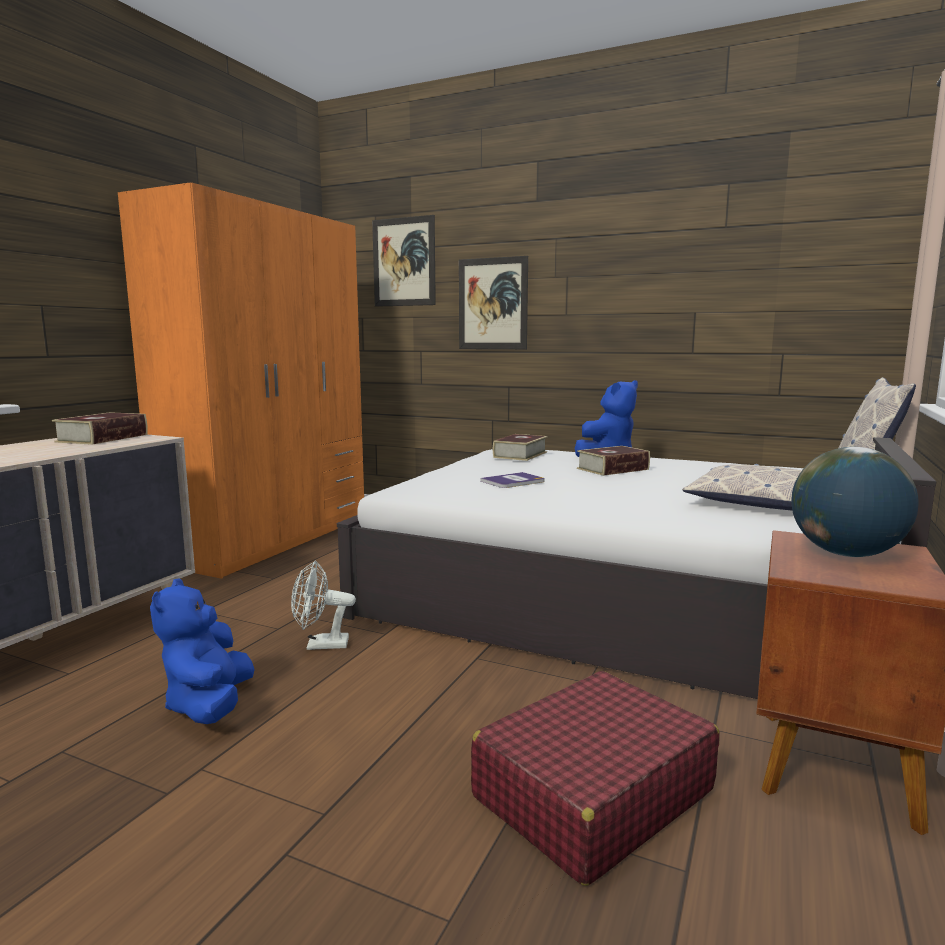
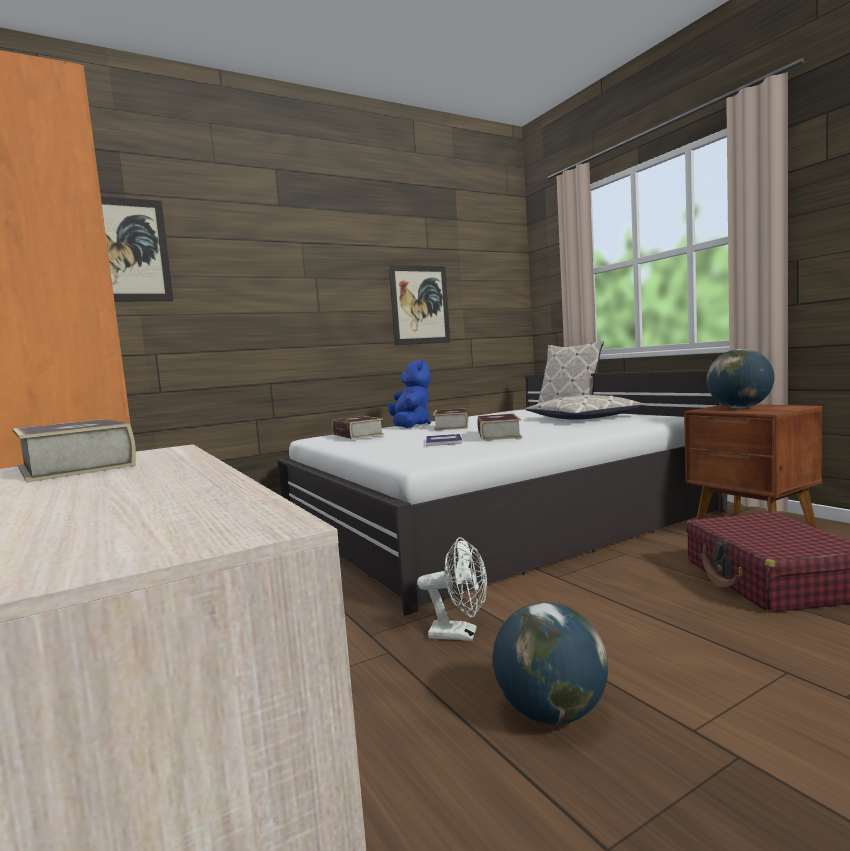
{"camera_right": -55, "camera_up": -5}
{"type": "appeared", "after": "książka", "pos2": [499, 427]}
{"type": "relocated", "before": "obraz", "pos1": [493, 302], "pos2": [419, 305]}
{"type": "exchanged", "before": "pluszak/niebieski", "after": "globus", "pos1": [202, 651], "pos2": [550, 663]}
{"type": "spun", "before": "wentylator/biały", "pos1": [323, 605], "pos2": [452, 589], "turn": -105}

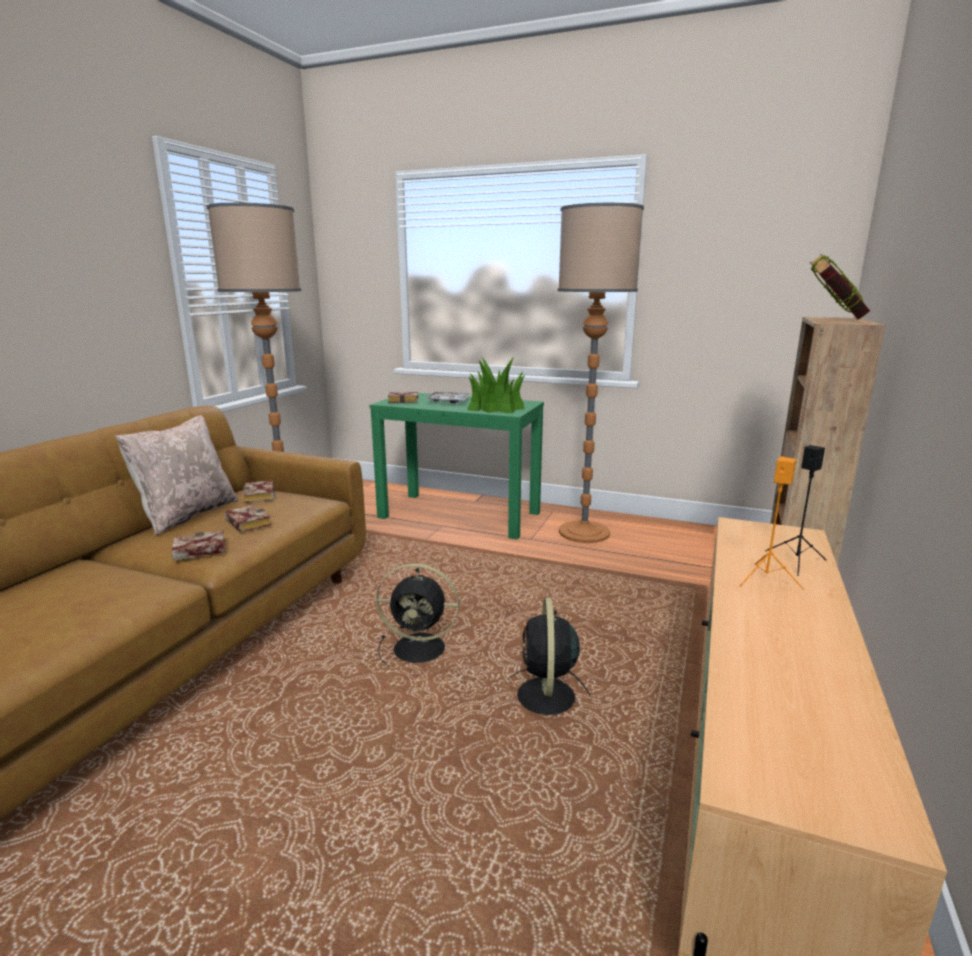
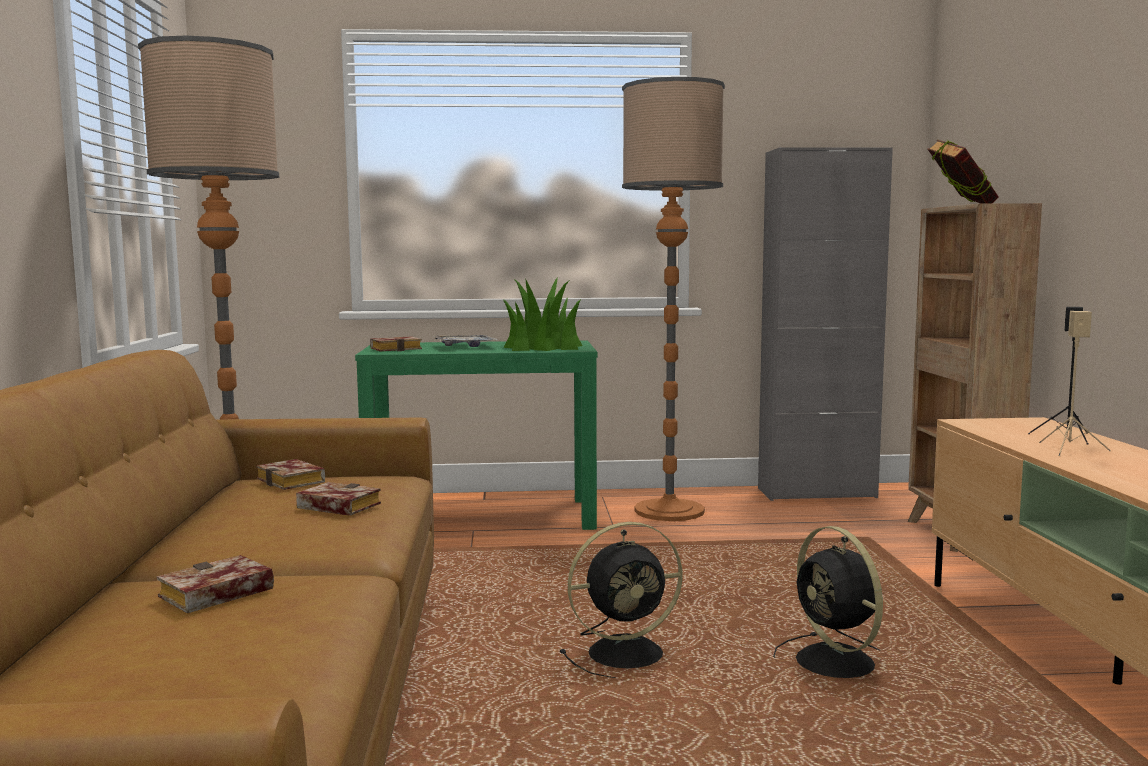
{"camera_right": -25, "camera_up": -10}
{"type": "missing", "before": "poduszka/beżowy", "pos1": [176, 475]}
{"type": "appeared", "after": "szafka/szary", "pos2": [825, 324]}
{"type": "relocated", "before": "książka", "pos1": [198, 545], "pos2": [215, 584]}
{"type": "colour", "before": "głośnik/pomarańczowy", "after": "głośnik/beżowy", "pos1": [772, 523], "pos2": [1075, 383]}

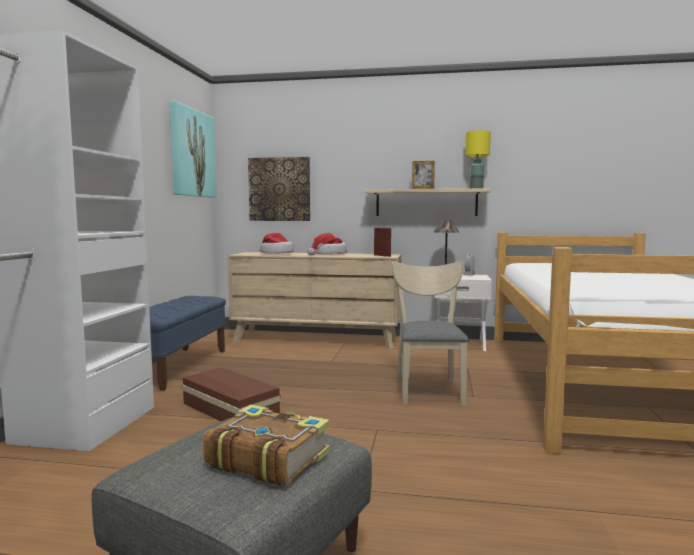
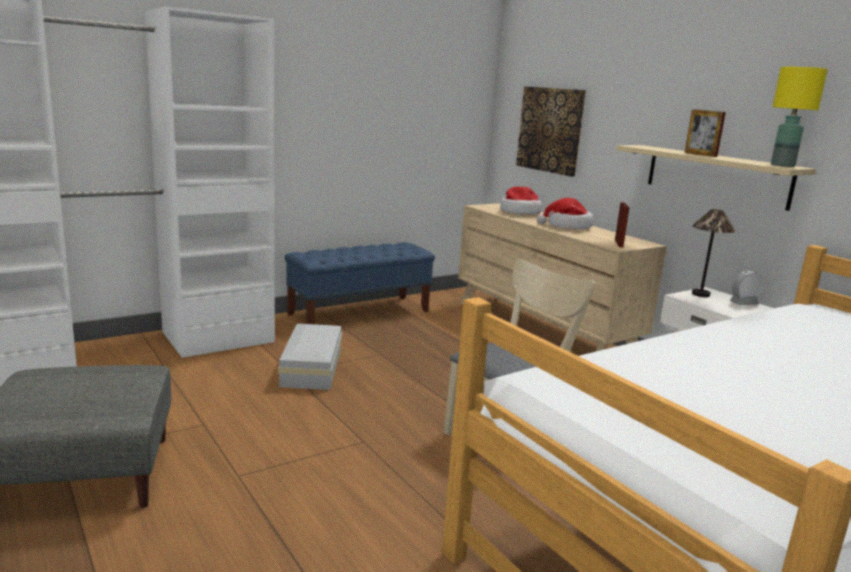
{"camera_right": 45, "camera_up": 10}
{"type": "missing", "before": "obraz", "pos1": [193, 149]}
{"type": "missing", "before": "książka", "pos1": [266, 445]}
{"type": "colour", "before": "pojemnik do przechowywania/brązowy", "after": "pojemnik do przechowywania/biały", "pos1": [231, 394], "pos2": [310, 357]}

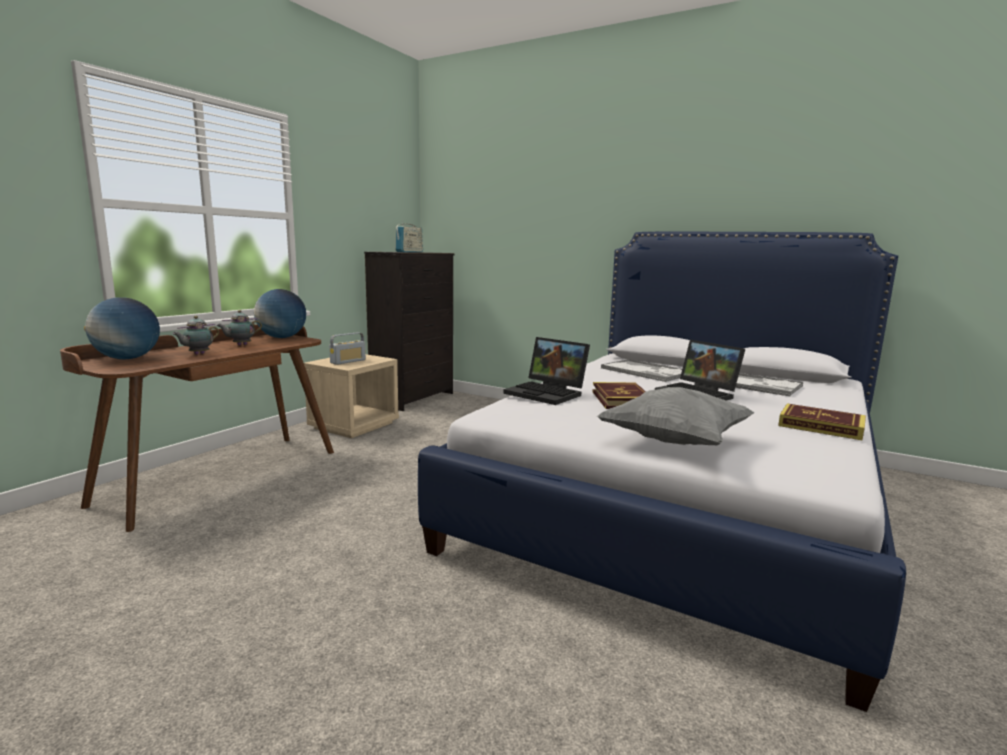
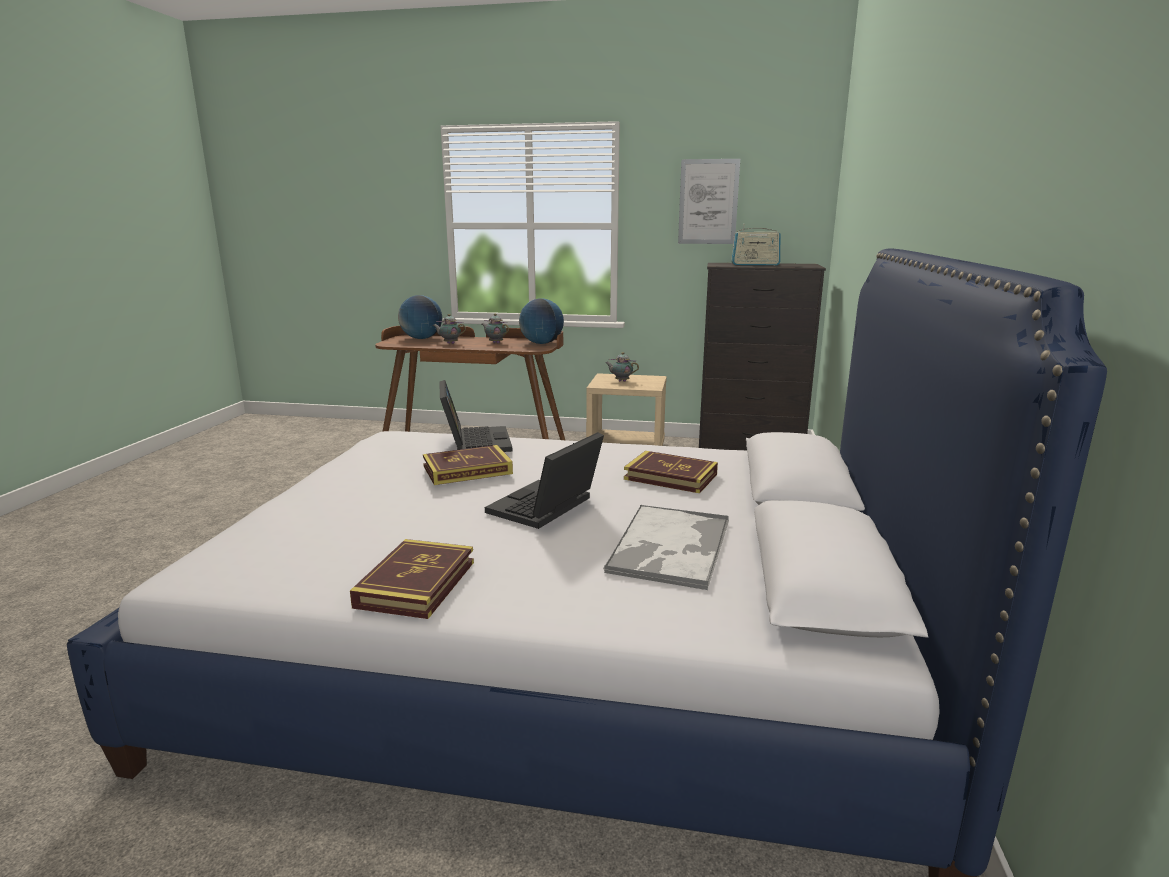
{"camera_right": 70, "camera_up": 5}
{"type": "missing", "before": "poduszka/szary", "pos1": [675, 416]}
{"type": "appeared", "after": "obraz", "pos2": [709, 201]}
{"type": "exchanged", "before": "radio", "after": "imbryk", "pos1": [347, 348], "pos2": [622, 367]}
{"type": "exchanged", "before": "taca", "after": "książka", "pos1": [641, 370], "pos2": [671, 472]}
{"type": "spun", "before": "laptop", "pos1": [546, 371], "pos2": [475, 416], "turn": 150}

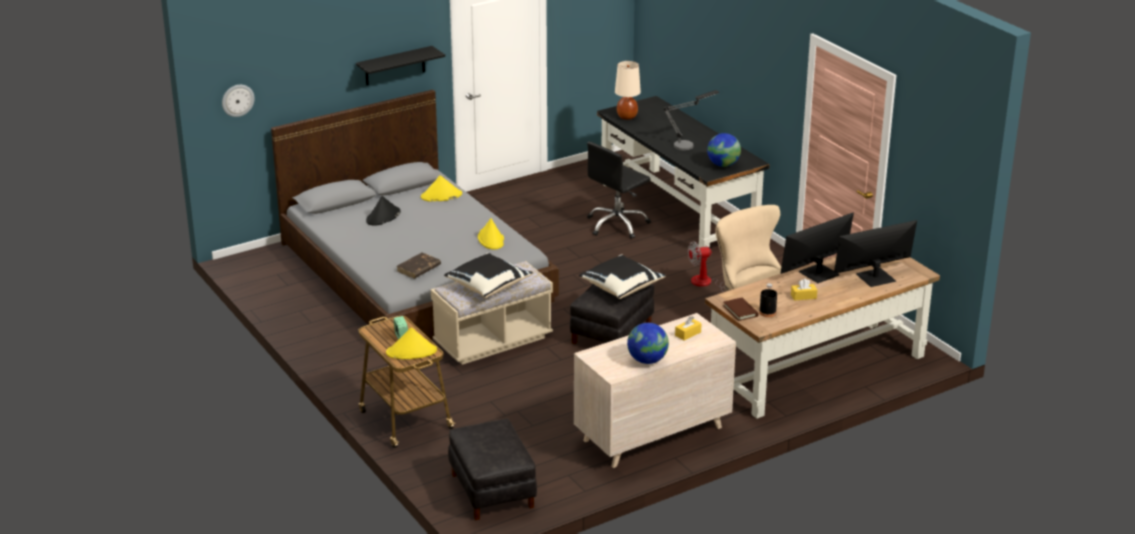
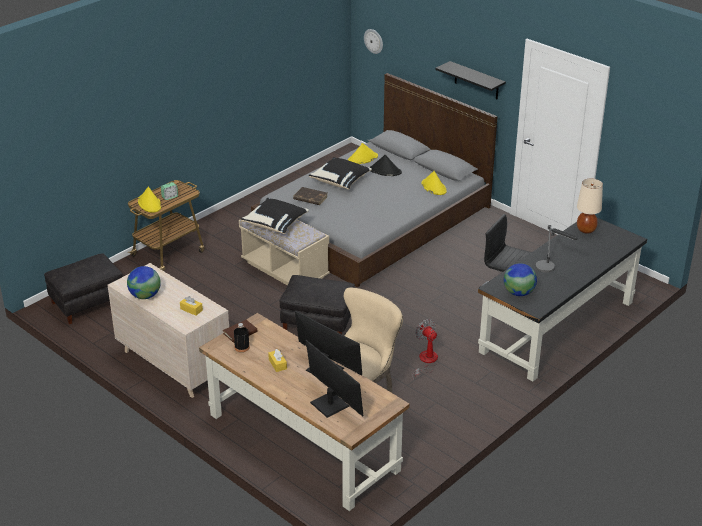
{"camera_right": 75, "camera_up": 5}
{"type": "relocated", "before": "kapelusz/żółty", "pos1": [491, 233], "pos2": [363, 153]}
{"type": "relocated", "before": "poduszka/czarny", "pos1": [622, 277], "pos2": [340, 173]}

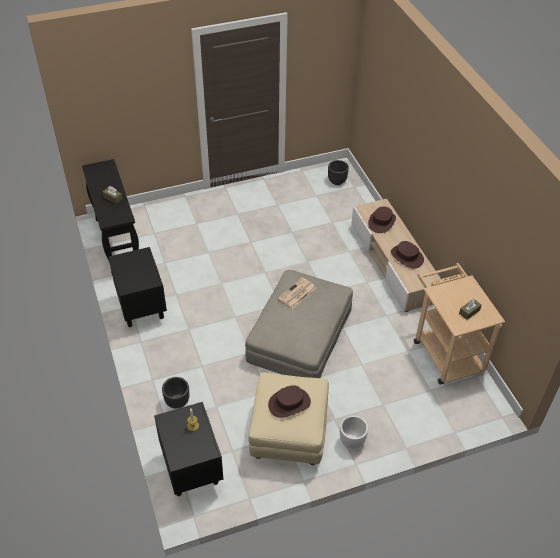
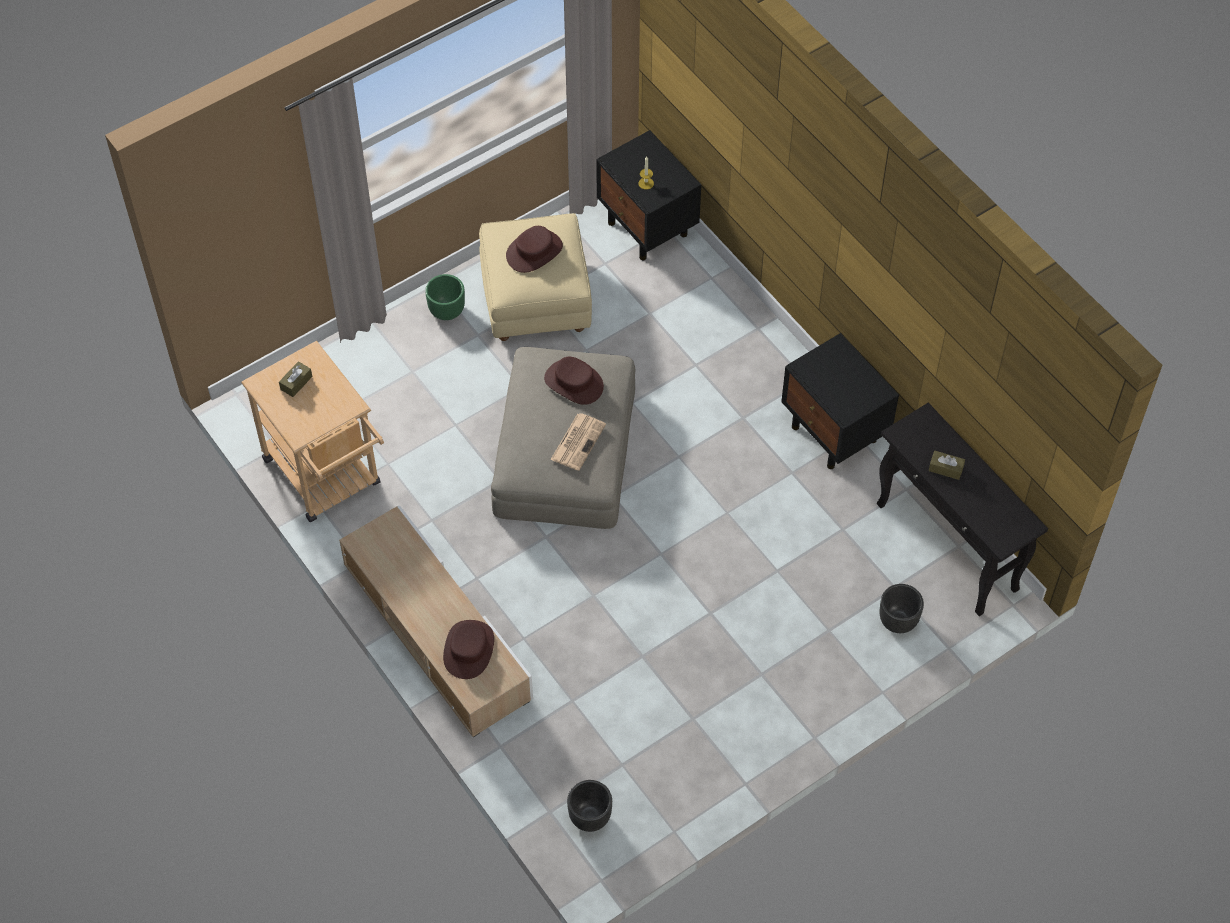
{"camera_right": 165, "camera_up": 10}
{"type": "relocated", "before": "donica/czarny", "pos1": [175, 393], "pos2": [902, 608]}
{"type": "relocated", "before": "kapelusz/brązowy", "pos1": [407, 255], "pos2": [574, 381]}
{"type": "colour", "before": "donica/biały", "after": "donica/zielony", "pos1": [354, 432], "pos2": [445, 297]}

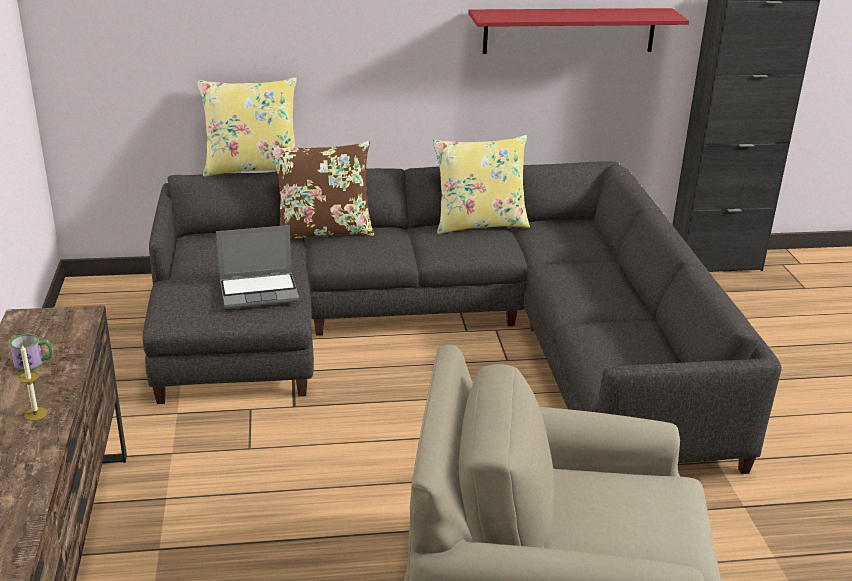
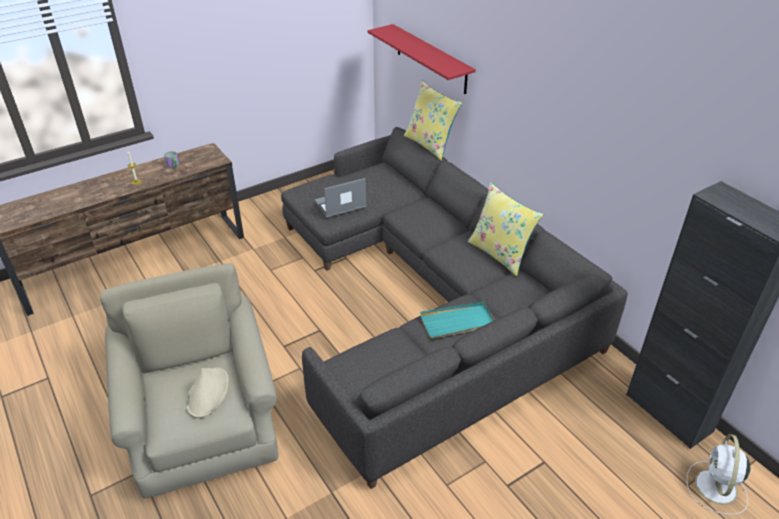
{"camera_right": 65, "camera_up": 10}
{"type": "missing", "before": "poduszka/brązowy", "pos1": [322, 190]}
{"type": "appeared", "after": "kapelusz/beżowy", "pos2": [207, 393]}
{"type": "appeared", "after": "taca/turkusowy", "pos2": [457, 320]}
{"type": "appeared", "after": "wentylator/biały", "pos2": [718, 474]}
{"type": "relocated", "before": "półka/czerwony", "pos1": [578, 31], "pos2": [422, 59]}
{"type": "spun", "before": "laptop", "pos1": [257, 267], "pos2": [340, 198], "turn": 105}

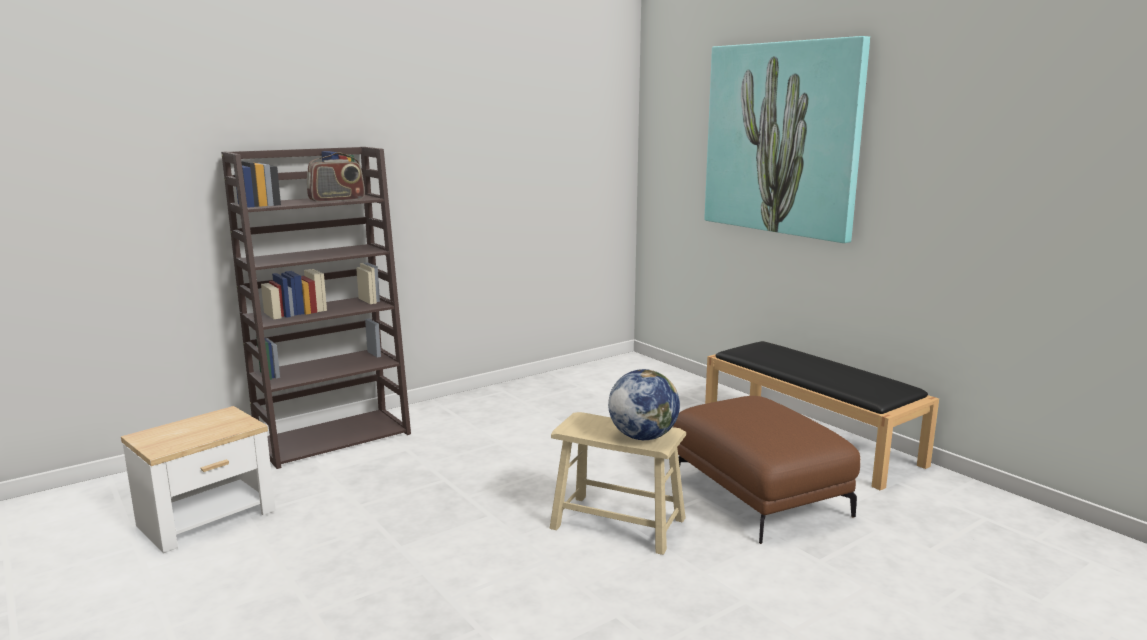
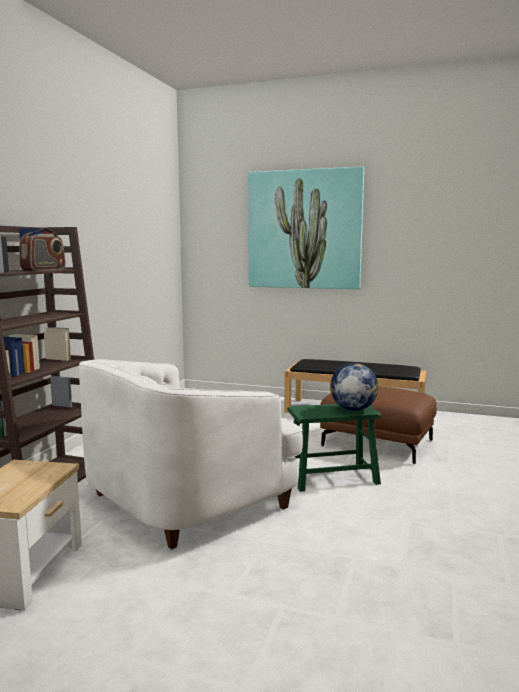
{"camera_right": -35, "camera_up": -5}
{"type": "appeared", "after": "fotel/biały", "pos2": [191, 454]}
{"type": "colour", "before": "stołek/beżowy", "after": "stołek/zielony", "pos1": [618, 483], "pos2": [334, 448]}

